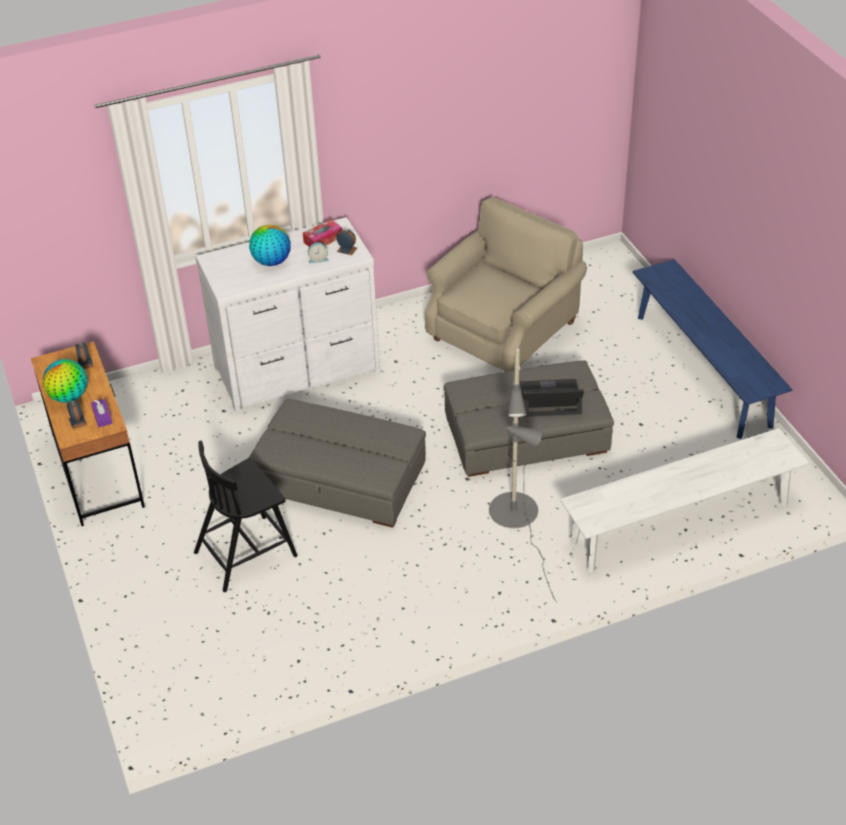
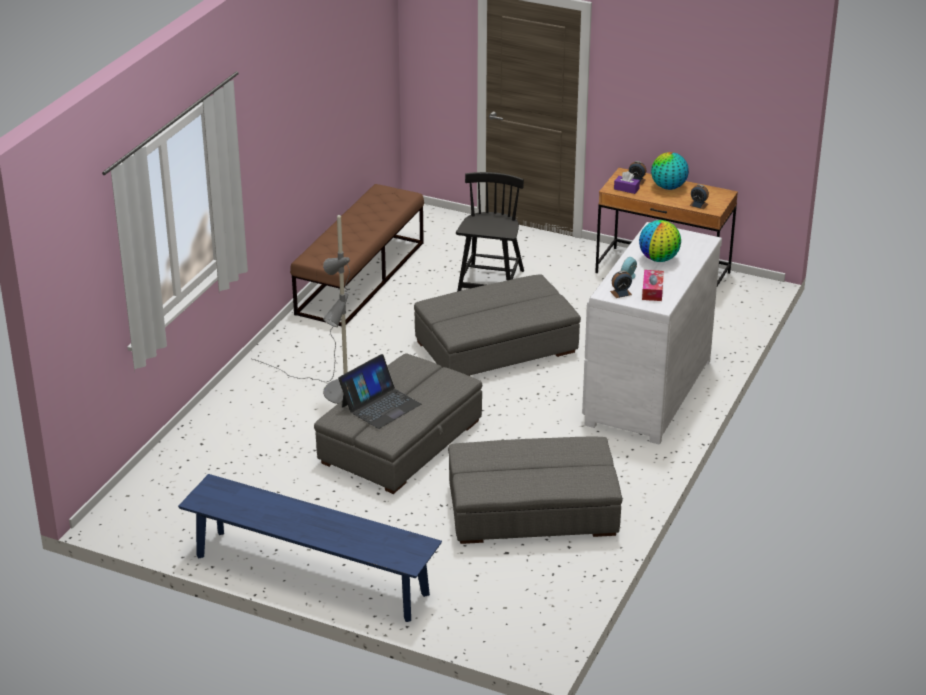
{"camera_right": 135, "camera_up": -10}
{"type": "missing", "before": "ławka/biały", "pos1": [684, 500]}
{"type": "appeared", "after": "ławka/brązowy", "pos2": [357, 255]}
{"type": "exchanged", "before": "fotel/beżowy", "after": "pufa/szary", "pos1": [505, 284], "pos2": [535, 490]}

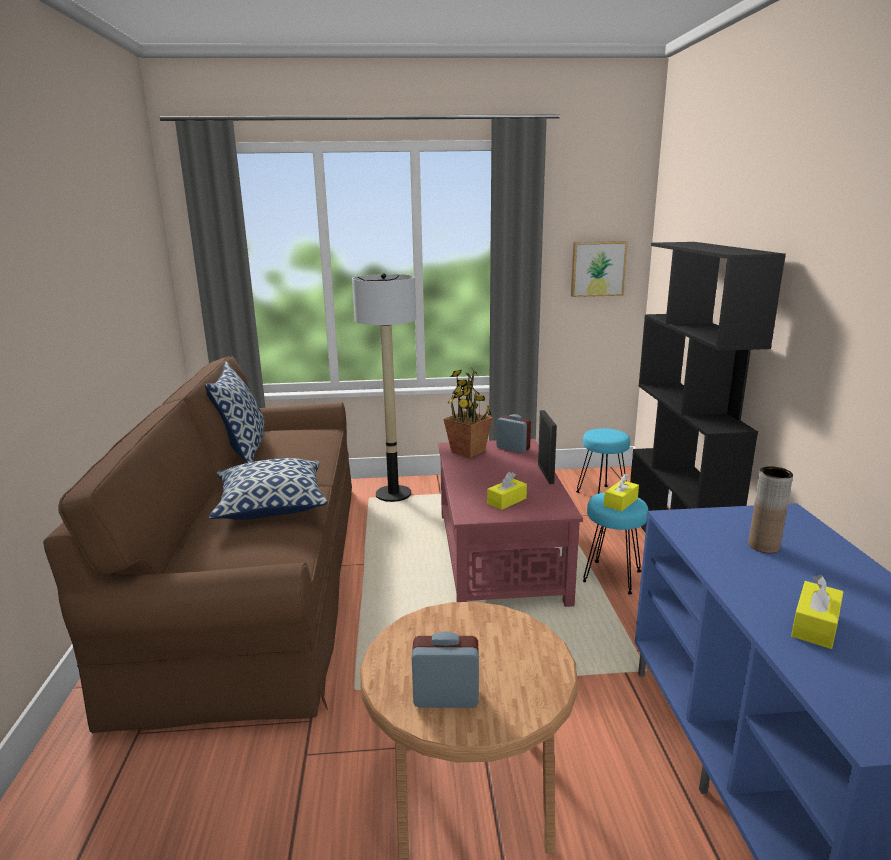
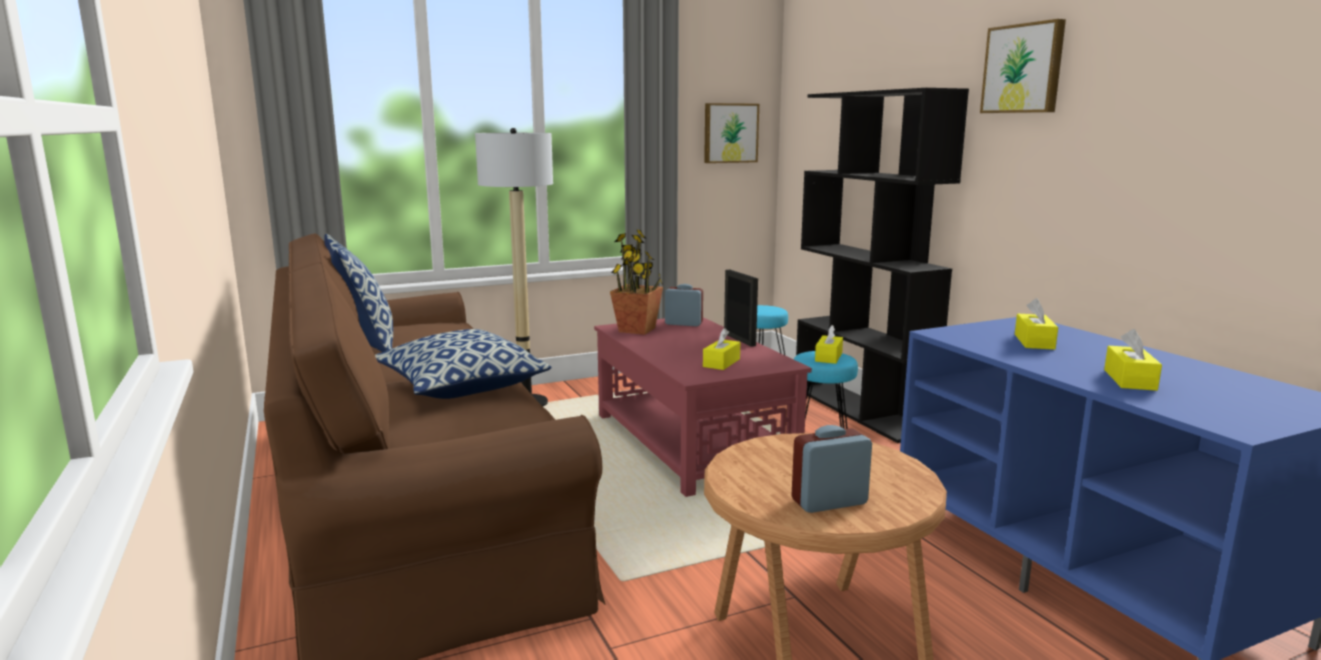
{"camera_right": -20, "camera_up": -5}
{"type": "appeared", "after": "obraz", "pos2": [1023, 66]}
{"type": "exchanged", "before": "wazon/brązowy", "after": "pudełko chusteczek/żółty", "pos1": [770, 509], "pos2": [1036, 324]}

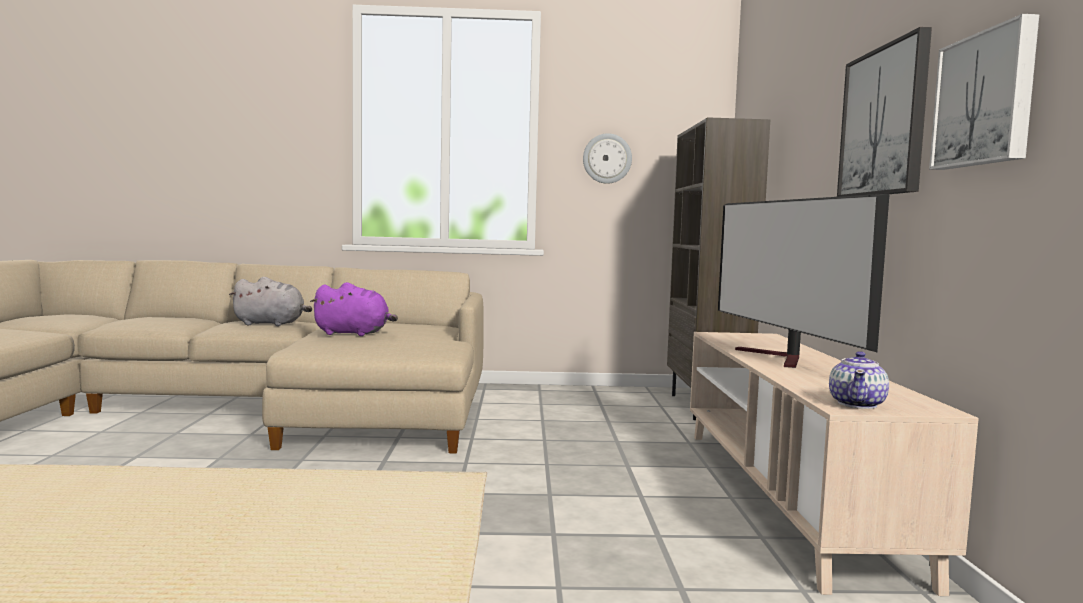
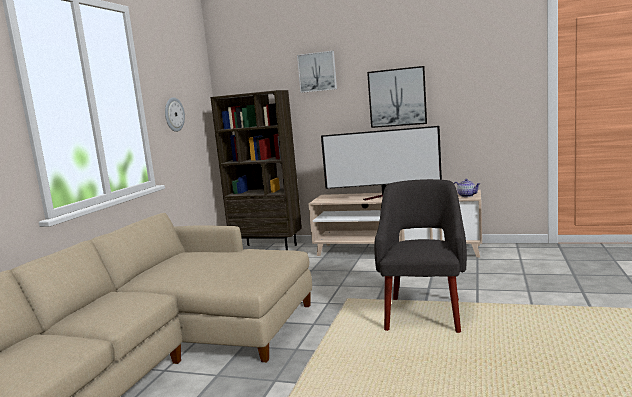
{"camera_right": -70, "camera_up": 5}
{"type": "missing", "before": "pluszak/szary", "pos1": [270, 301]}
{"type": "missing", "before": "pluszak/fioletowy", "pos1": [354, 309]}
{"type": "appeared", "after": "fotel/szary", "pos2": [420, 256]}
{"type": "relocated", "before": "obraz", "pos1": [984, 92], "pos2": [317, 72]}

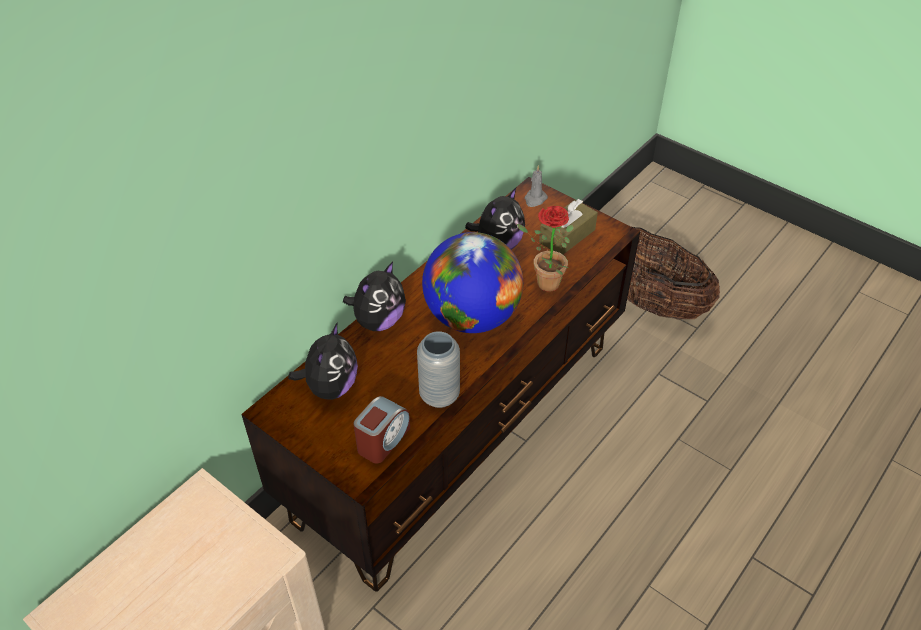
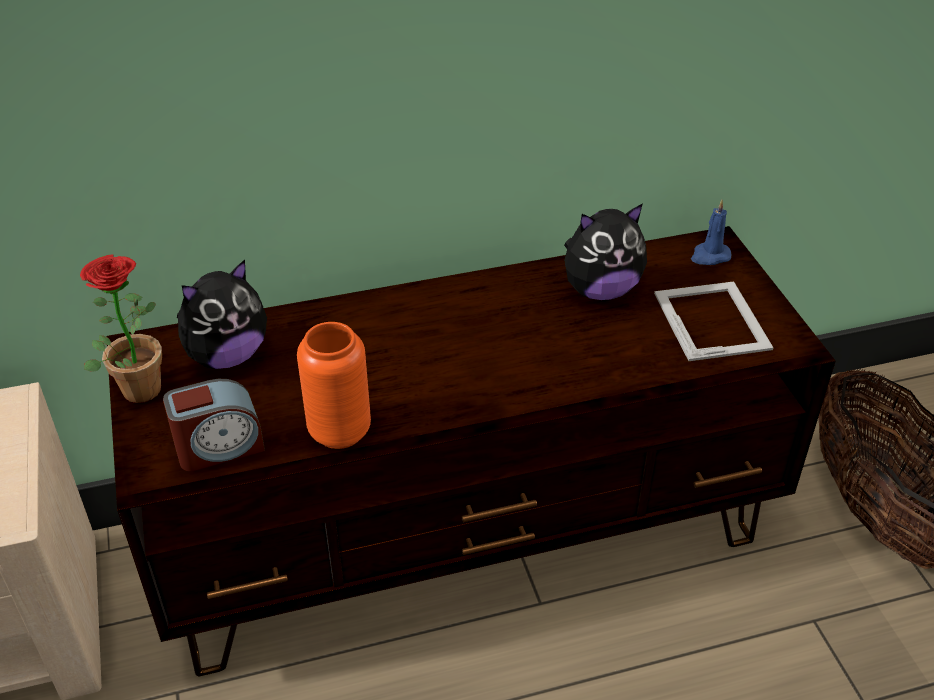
{"camera_right": 35, "camera_up": -5}
{"type": "missing", "before": "pluszak", "pos1": [374, 296]}
{"type": "missing", "before": "globus", "pos1": [472, 282]}
{"type": "relocated", "before": "roślina doniczkowa", "pos1": [545, 248], "pos2": [121, 328]}
{"type": "exchanged", "before": "pudełko chusteczek/brązowy", "after": "ramka na zdjęcie", "pos1": [568, 227], "pos2": [713, 321]}
{"type": "colour", "before": "wazon/szary", "after": "wazon/pomarańczowy", "pos1": [438, 369], "pos2": [334, 385]}
{"type": "colour", "before": "świeca/szary", "after": "świeca/niebieski", "pos1": [536, 186], "pos2": [711, 232]}

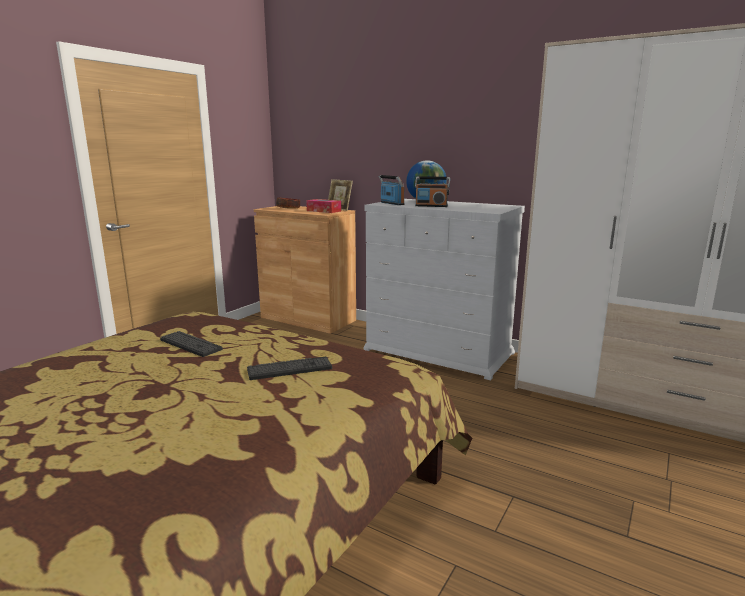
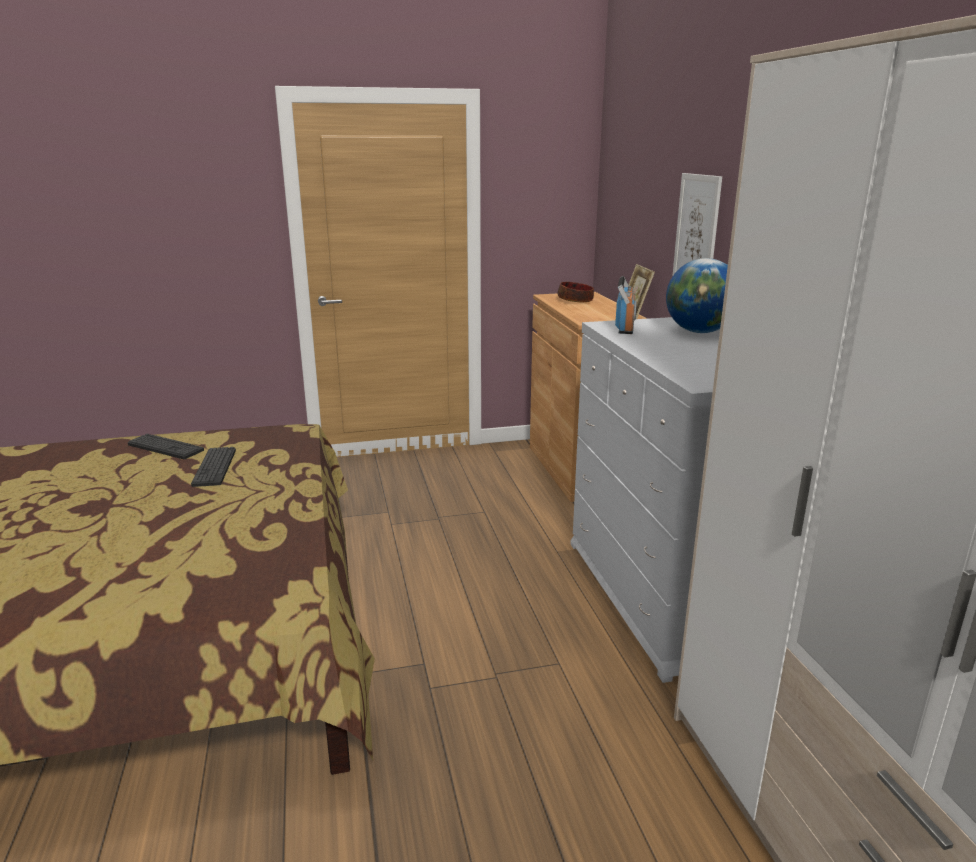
{"camera_right": 45, "camera_up": 5}
{"type": "missing", "before": "pudełko chusteczek", "pos1": [323, 206]}
{"type": "missing", "before": "radio", "pos1": [432, 191]}
{"type": "appeared", "after": "obraz", "pos2": [697, 225]}
{"type": "relocated", "before": "klawiatura", "pos1": [289, 368], "pos2": [166, 446]}

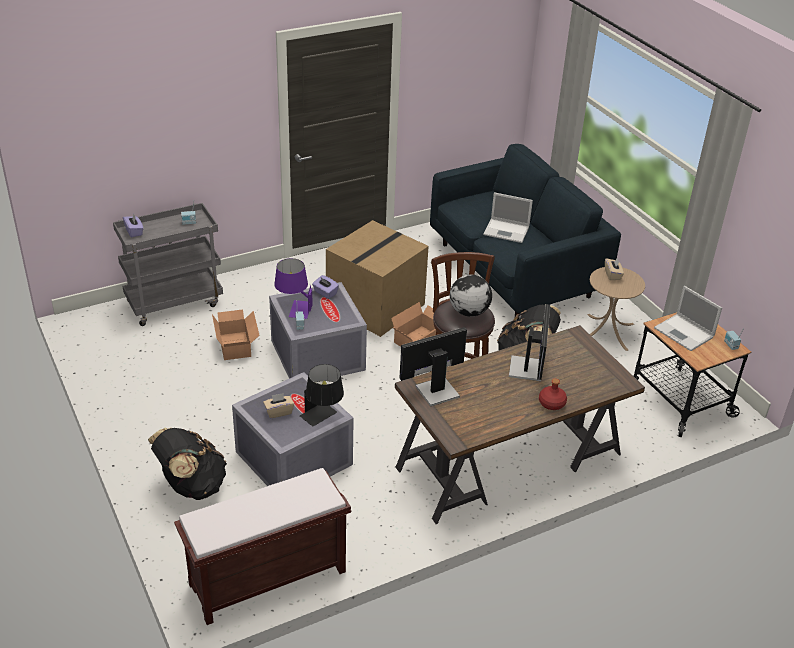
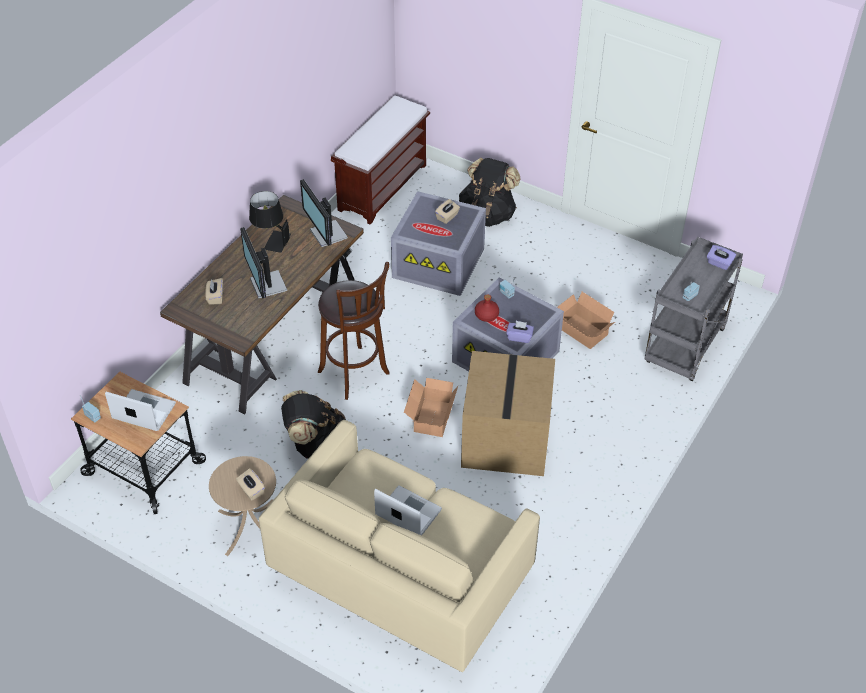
{"camera_right": 150, "camera_up": 10}
{"type": "missing", "before": "lampa stołowa/fioletowy", "pos1": [293, 288]}
{"type": "missing", "before": "globus", "pos1": [471, 296]}
{"type": "appeared", "after": "pudełko chusteczek/beżowy", "pos2": [214, 291]}
{"type": "relocated", "before": "lampa stołowa/czarny", "pos1": [322, 395], "pos2": [270, 222]}
{"type": "relocated", "before": "butelka/czerwony", "pos1": [553, 394], "pos2": [487, 308]}
{"type": "colour", "before": "kanapa/niebieski", "after": "kanapa/beżowy", "pos1": [525, 232], "pos2": [399, 546]}
{"type": "spun", "before": "monitor", "pos1": [433, 366], "pos2": [324, 213], "turn": 120}
{"type": "spun", "before": "laptop", "pos1": [508, 217], "pos2": [408, 510], "turn": 45}

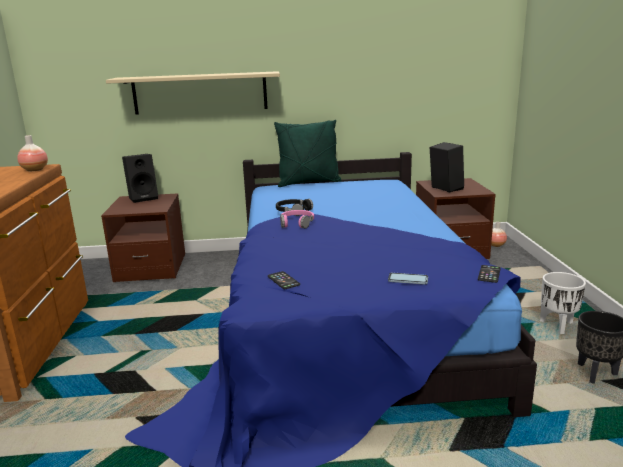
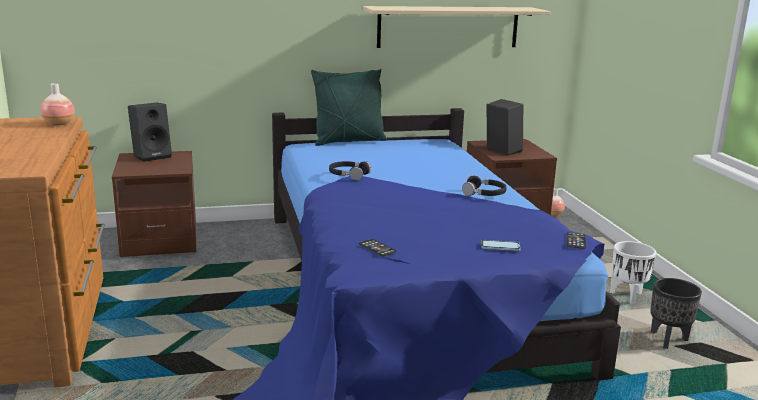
{"camera_right": -10, "camera_up": 0}
{"type": "missing", "before": "słuchawki/różowy", "pos1": [297, 219]}
{"type": "appeared", "after": "słuchawki/czarny", "pos2": [484, 185]}
{"type": "relocated", "before": "półka/beżowy", "pos1": [193, 93], "pos2": [456, 27]}

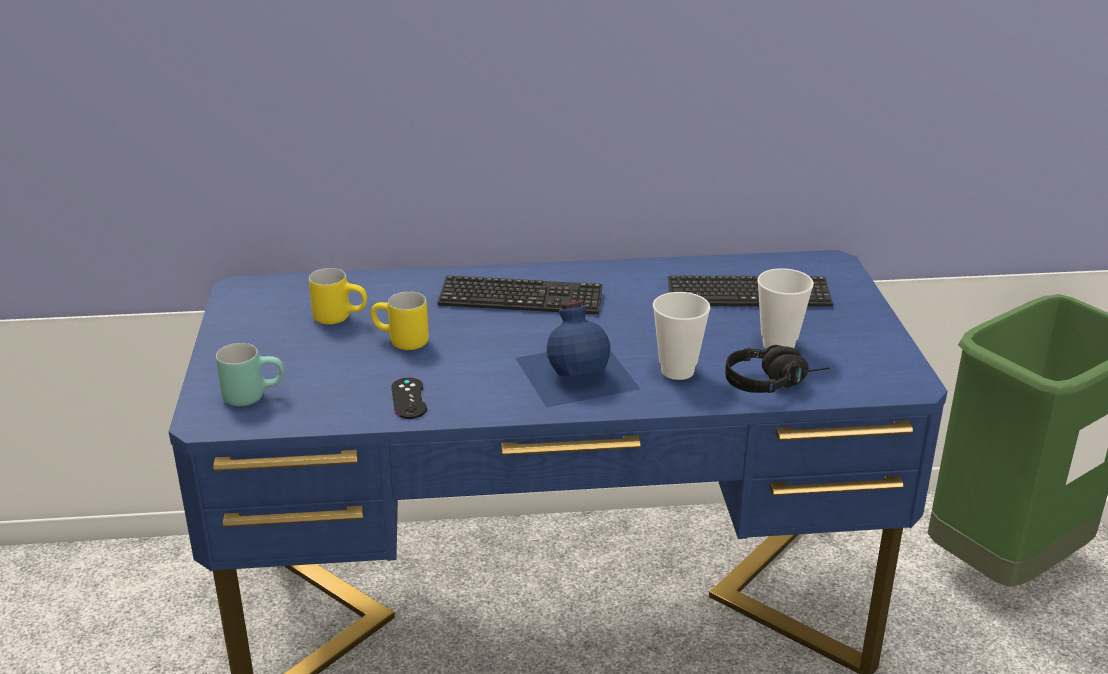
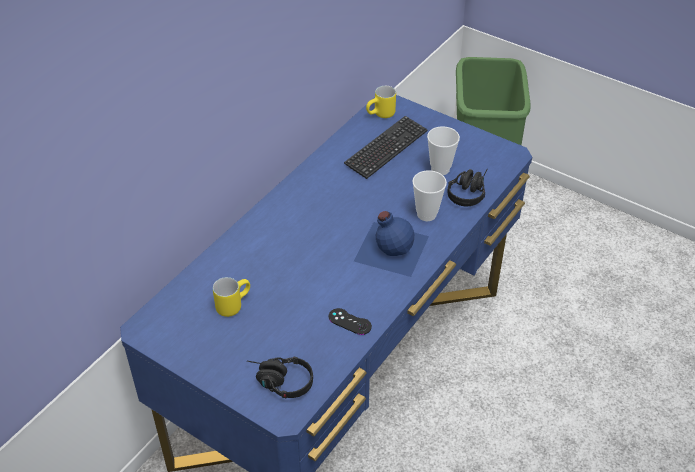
{"camera_right": -50, "camera_up": 15}
{"type": "missing", "before": "klawiatura", "pos1": [520, 295]}
{"type": "relocated", "before": "kubek/żółty", "pos1": [400, 320], "pos2": [381, 102]}
{"type": "exchanged", "before": "kubek/turkusowy", "after": "słuchawki/czarny", "pos1": [250, 374], "pos2": [280, 377]}

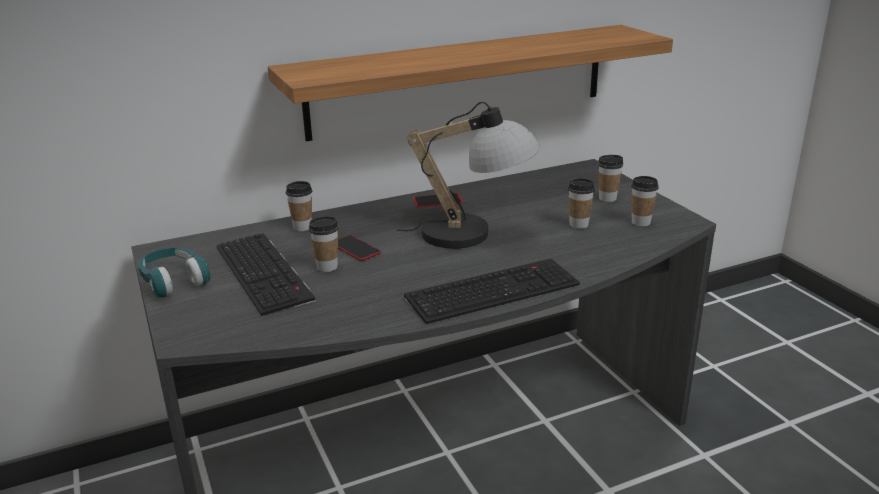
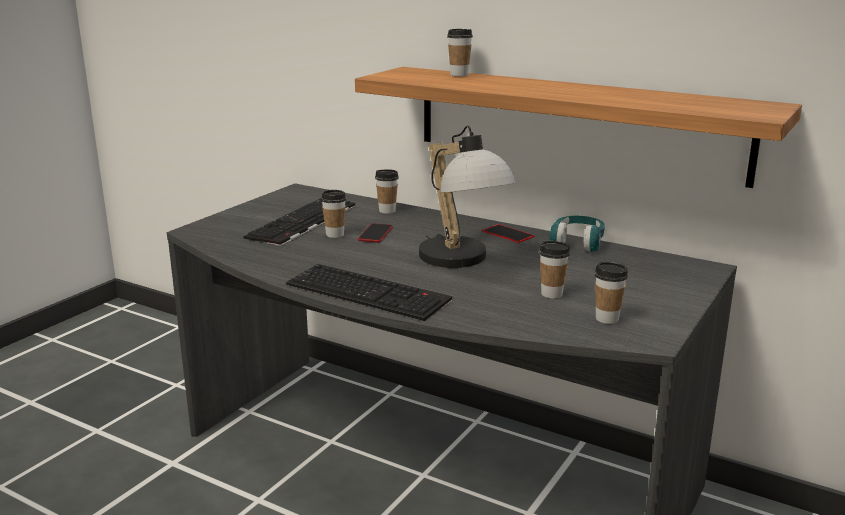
{"camera_right": 55, "camera_up": -5}
{"type": "relocated", "before": "słuchawki/turkusowy", "pos1": [174, 273], "pos2": [577, 234]}
{"type": "relocated", "before": "filiżanka", "pos1": [610, 178], "pos2": [460, 53]}

